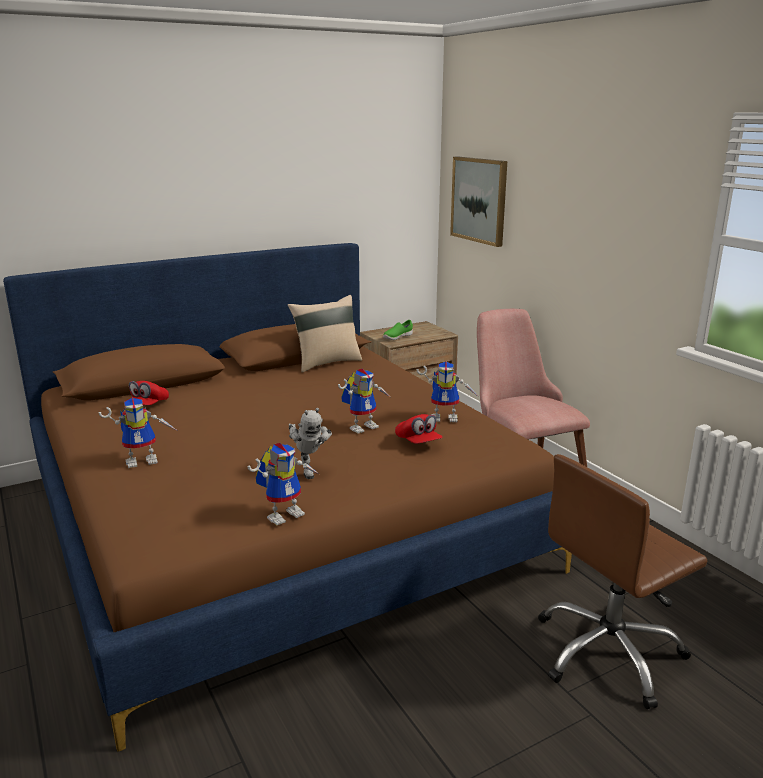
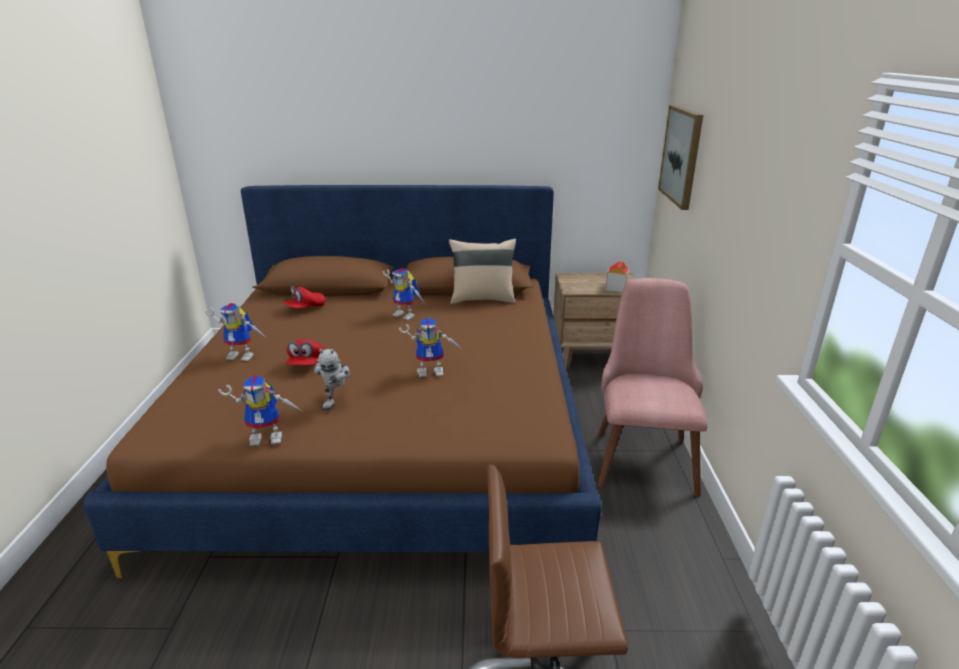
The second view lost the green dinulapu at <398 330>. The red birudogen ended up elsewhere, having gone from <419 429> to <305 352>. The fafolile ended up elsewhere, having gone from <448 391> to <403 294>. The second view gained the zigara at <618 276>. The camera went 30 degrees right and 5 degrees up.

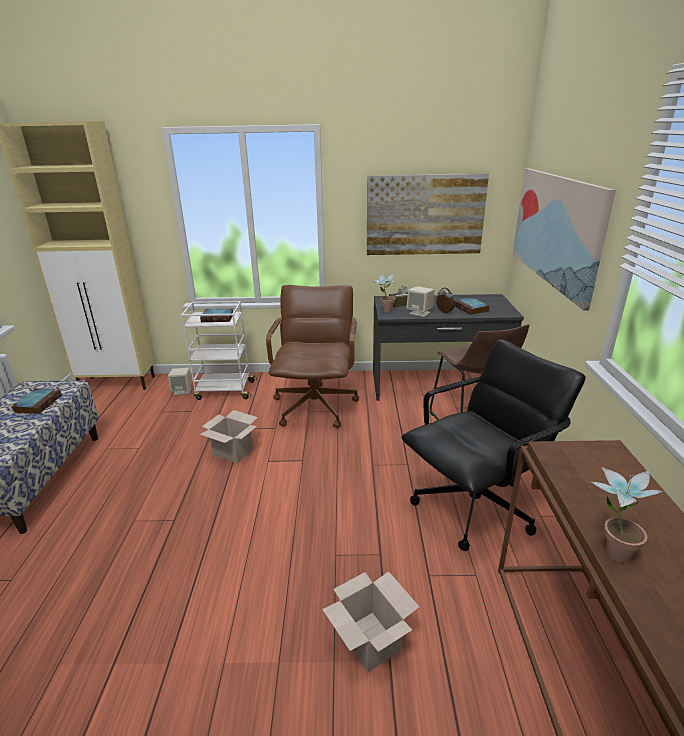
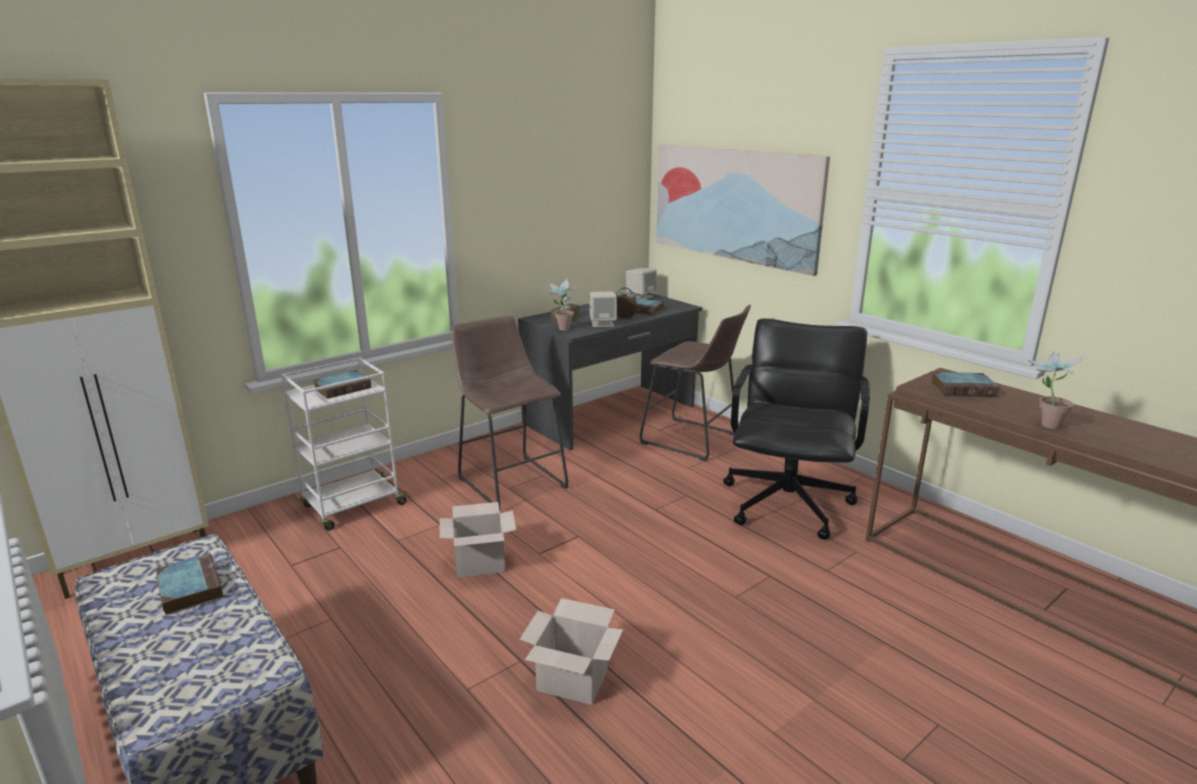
The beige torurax ended up elsewhere, having gone from <180 381> to <641 283>. Where the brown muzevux stood at <312 356>, the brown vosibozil came to stand at <510 412>. The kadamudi ended up elsewhere, having gone from <370 622> to <571 651>. The second view lost the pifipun at <428 214>. The second view gained the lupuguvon at <964 384>. The camera went 40 degrees left and 5 degrees down.

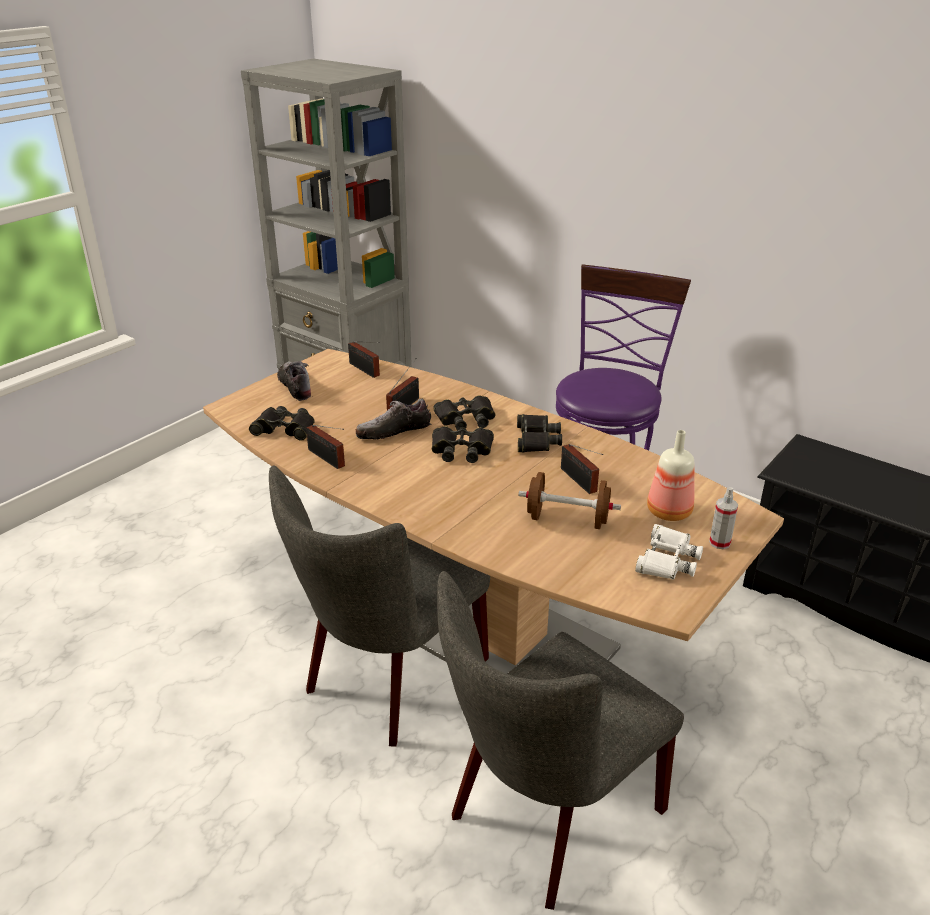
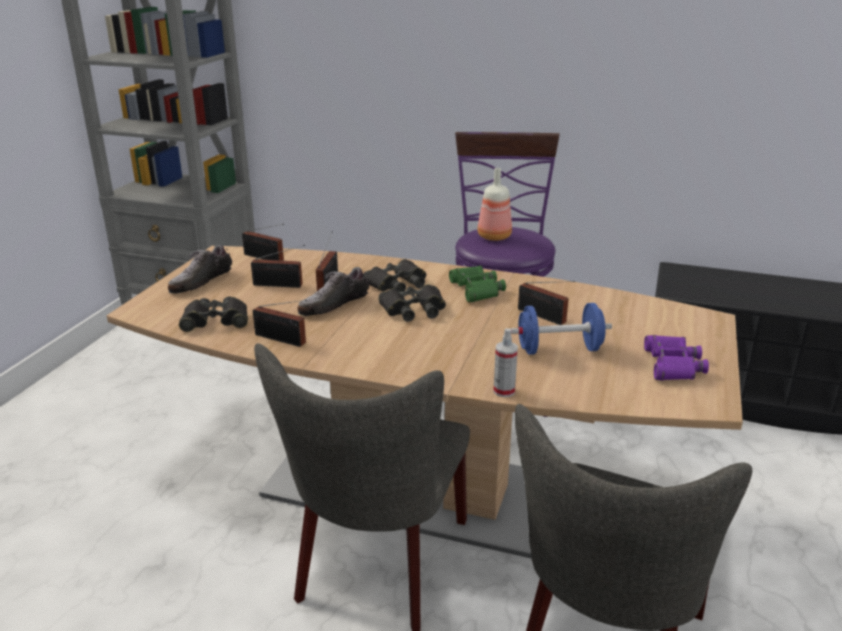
The dinulapu at <294 381> ended up facing another way, 105 degrees counterclockwise from before. What was the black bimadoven at <539 433> turned into the green bimadoven at <477 284>. What was the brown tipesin at <570 500> turned into the blue tipesin at <561 329>. What was the white bimadoven at <669 552> turned into the purple bimadoven at <676 357>. The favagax ended up elsewhere, having gone from <670 475> to <494 204>. The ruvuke ended up elsewhere, having gone from <723 518> to <505 362>. The second view gained the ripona at <278 266>. The camera went 20 degrees left and 5 degrees down.

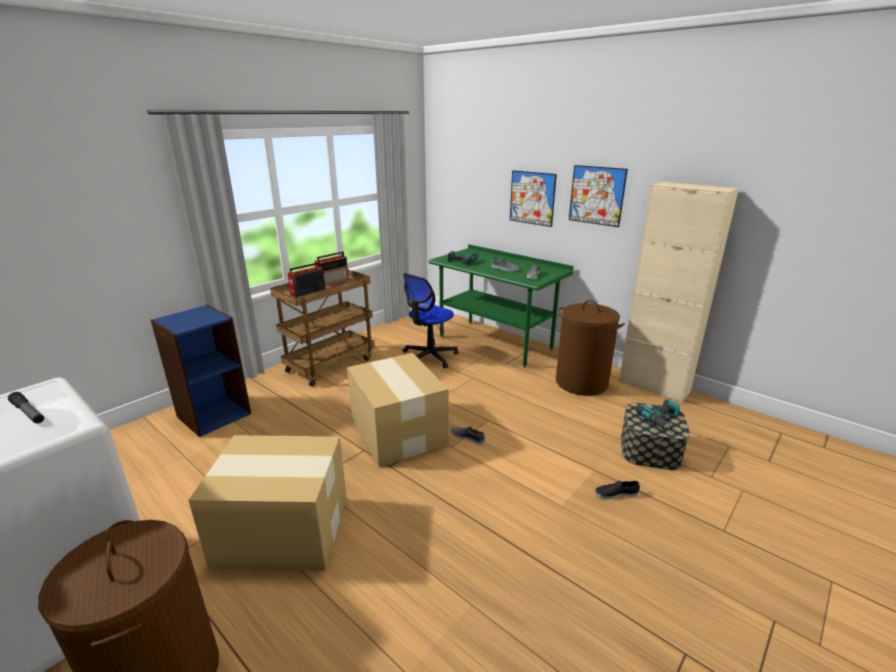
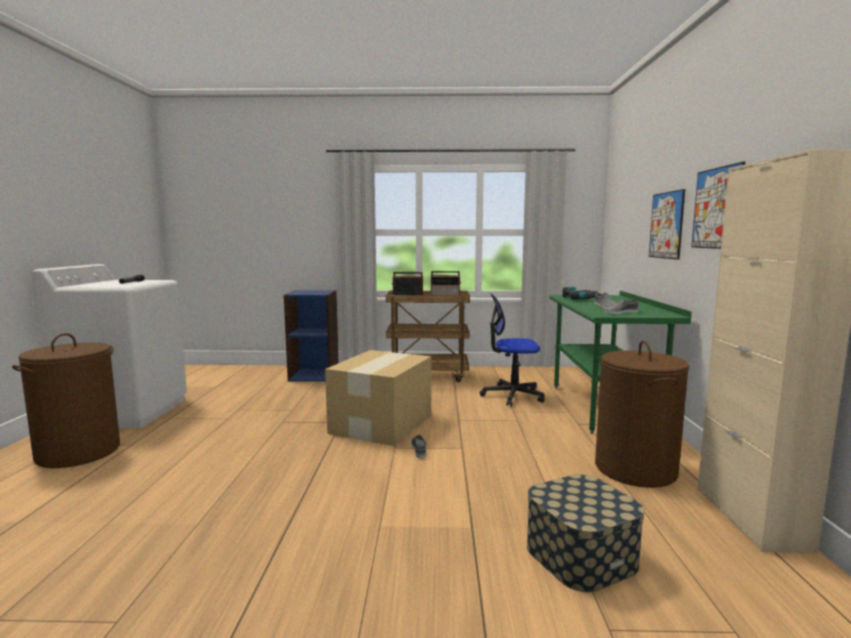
The second view lost the kadamudi at <267 503>. The second view lost the black dinulapu at <617 490>. The second view lost the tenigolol at <658 414>. The camera went 50 degrees right and 15 degrees down.

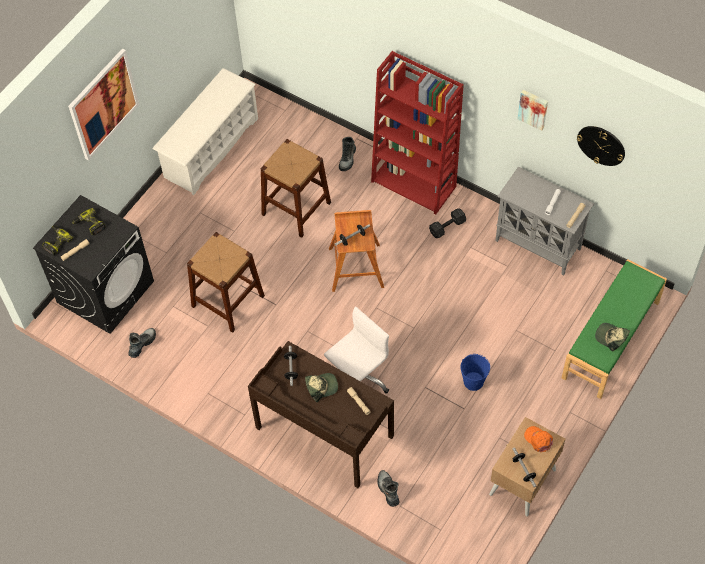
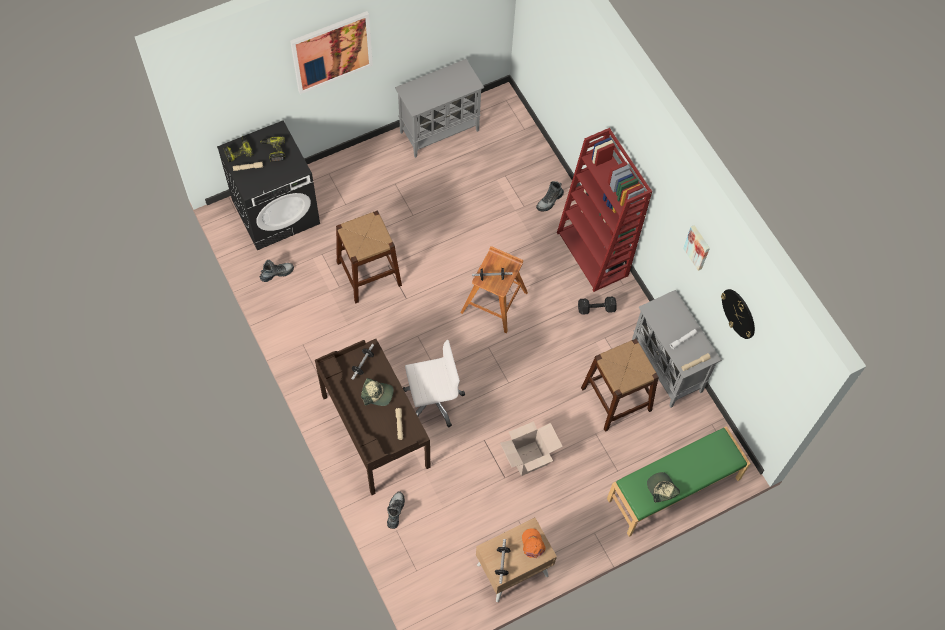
Where the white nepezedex stood at <205 132>, the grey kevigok came to stand at <439 108>. The brown vosibozil ended up elsewhere, having gone from <296 188> to <620 385>. Where the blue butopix stood at <475 372>, the kadamudi came to stand at <531 448>. The camera went 25 degrees right and 5 degrees up.

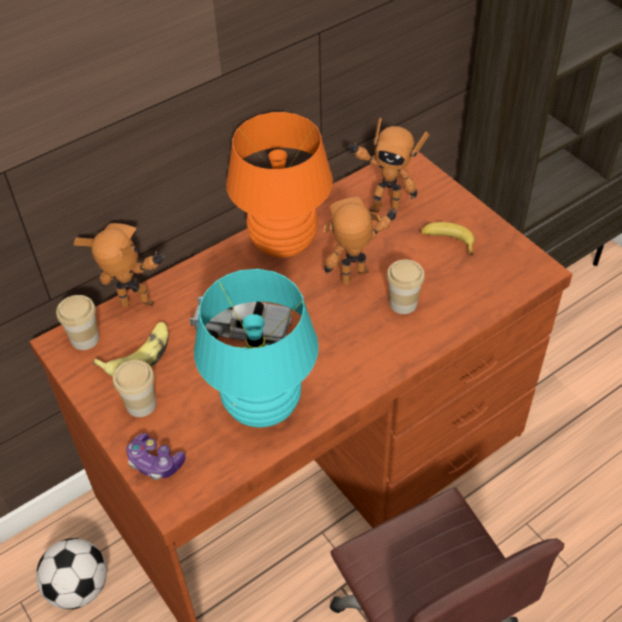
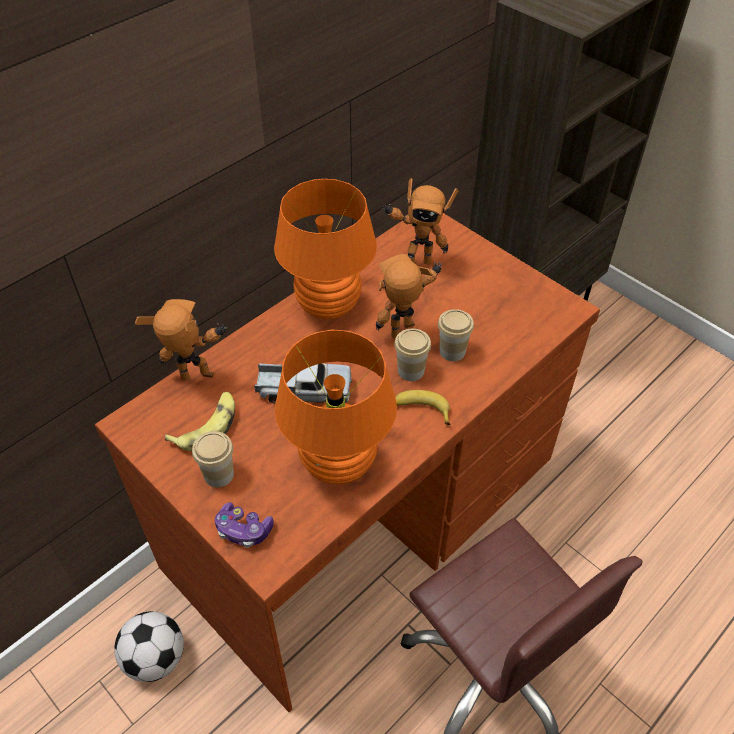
The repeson ended up elsewhere, having gone from <77 322> to <412 355>. What was the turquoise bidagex at <256 348> turned into the orange bidagex at <336 407>. The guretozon ended up elsewhere, having gone from <447 238> to <422 407>. The camera went 10 degrees left and 0 degrees up.

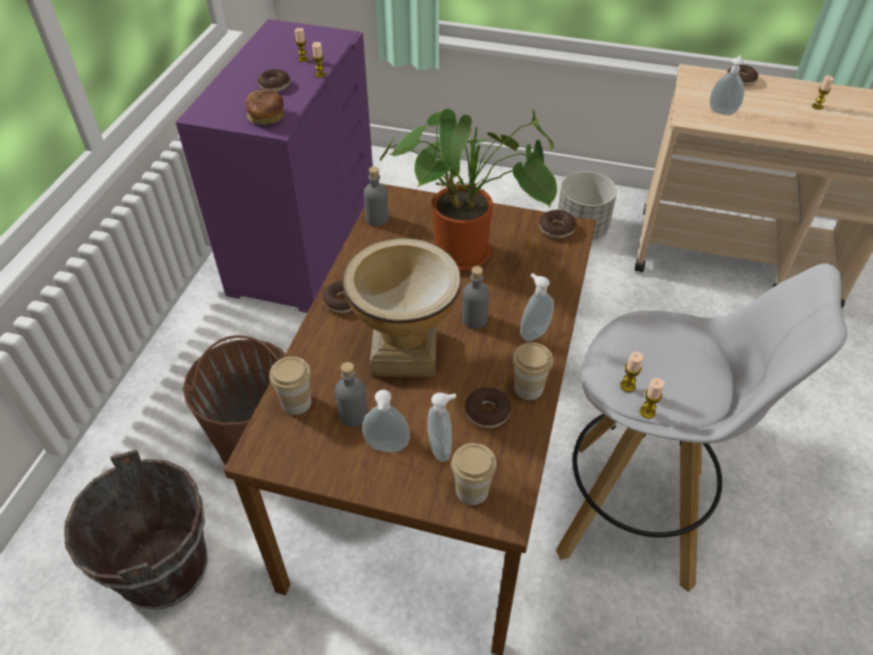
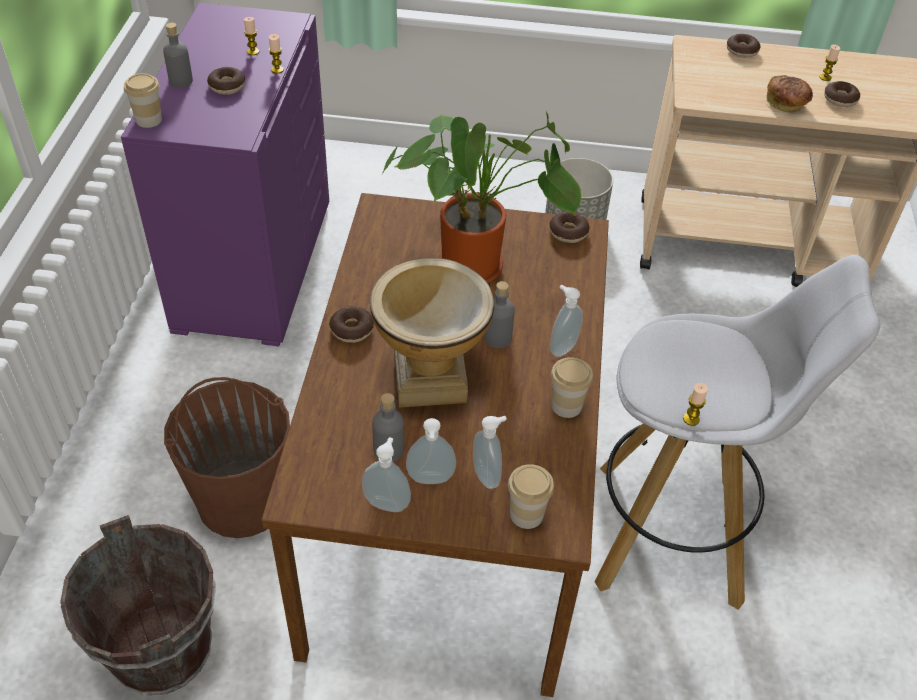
The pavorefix ended up elsewhere, having gone from <264 107> to <789 93>. The repeson ended up elsewhere, having gone from <290 386> to <143 100>. The grey favagax ended up elsewhere, having gone from <376 196> to <178 55>. The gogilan ended up elsewhere, having gone from <488 408> to <842 94>. The second view lost the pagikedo at <631 372>. The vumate ended up elsewhere, having gone from <727 85> to <386 474>. The camera went 10 degrees left and 0 degrees up.

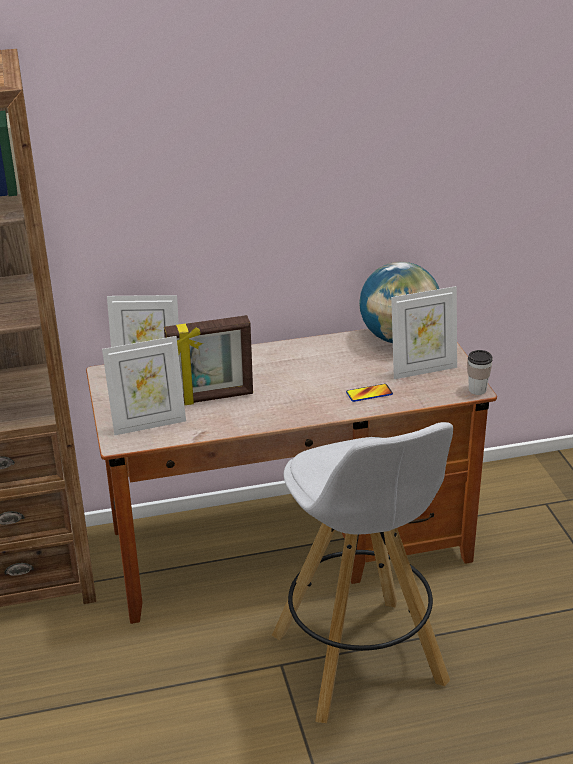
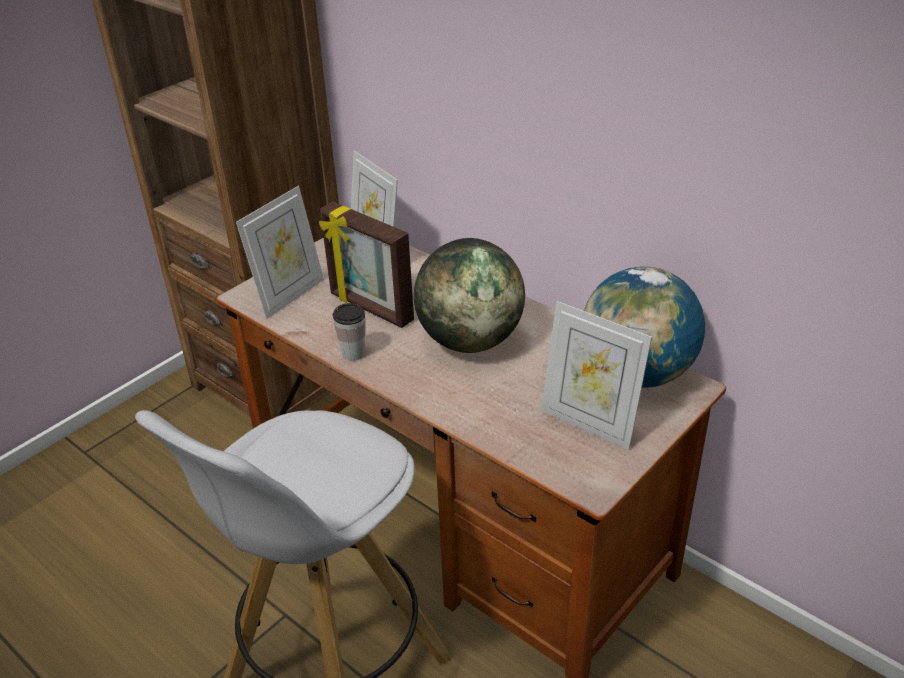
The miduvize at <144 385> ended up facing another way, 90 degrees counterclockwise from before. The second view lost the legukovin at <369 393>. The repeson ended up elsewhere, having gone from <480 372> to <349 332>. The second view gained the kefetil at <469 295>. The camera went 55 degrees right and 5 degrees up.

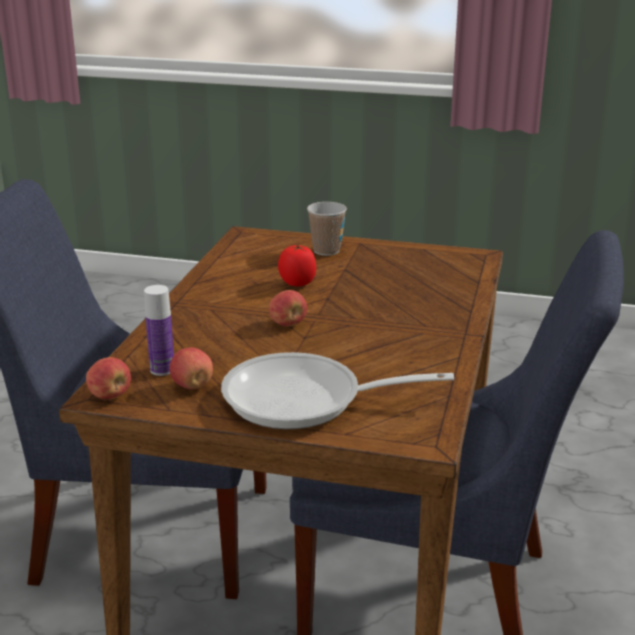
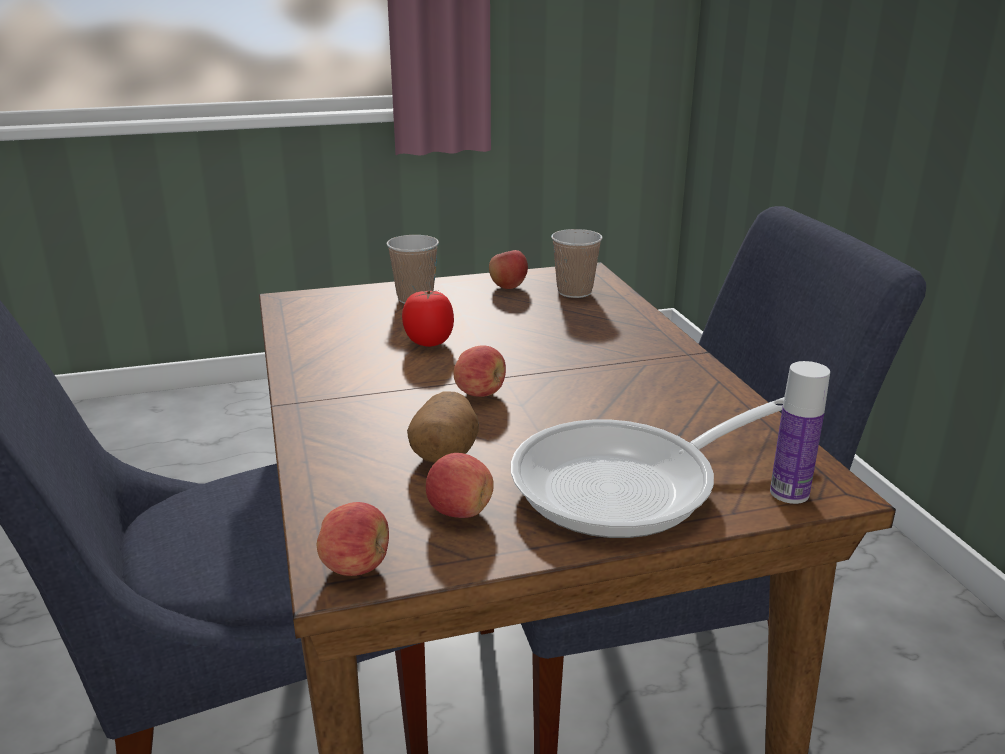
The favagax ended up elsewhere, having gone from <159 330> to <800 432>. The second view gained the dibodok at <443 427>. The second view gained the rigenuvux at <508 269>. The second view gained the repeson at <577 263>. The camera went 30 degrees left and 0 degrees up.

